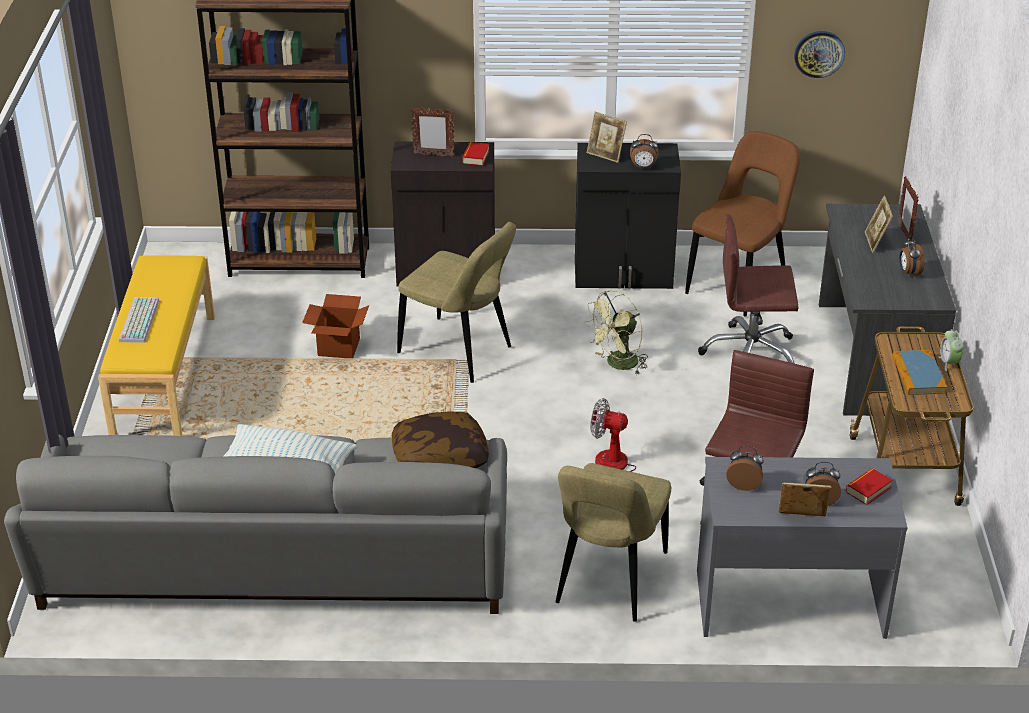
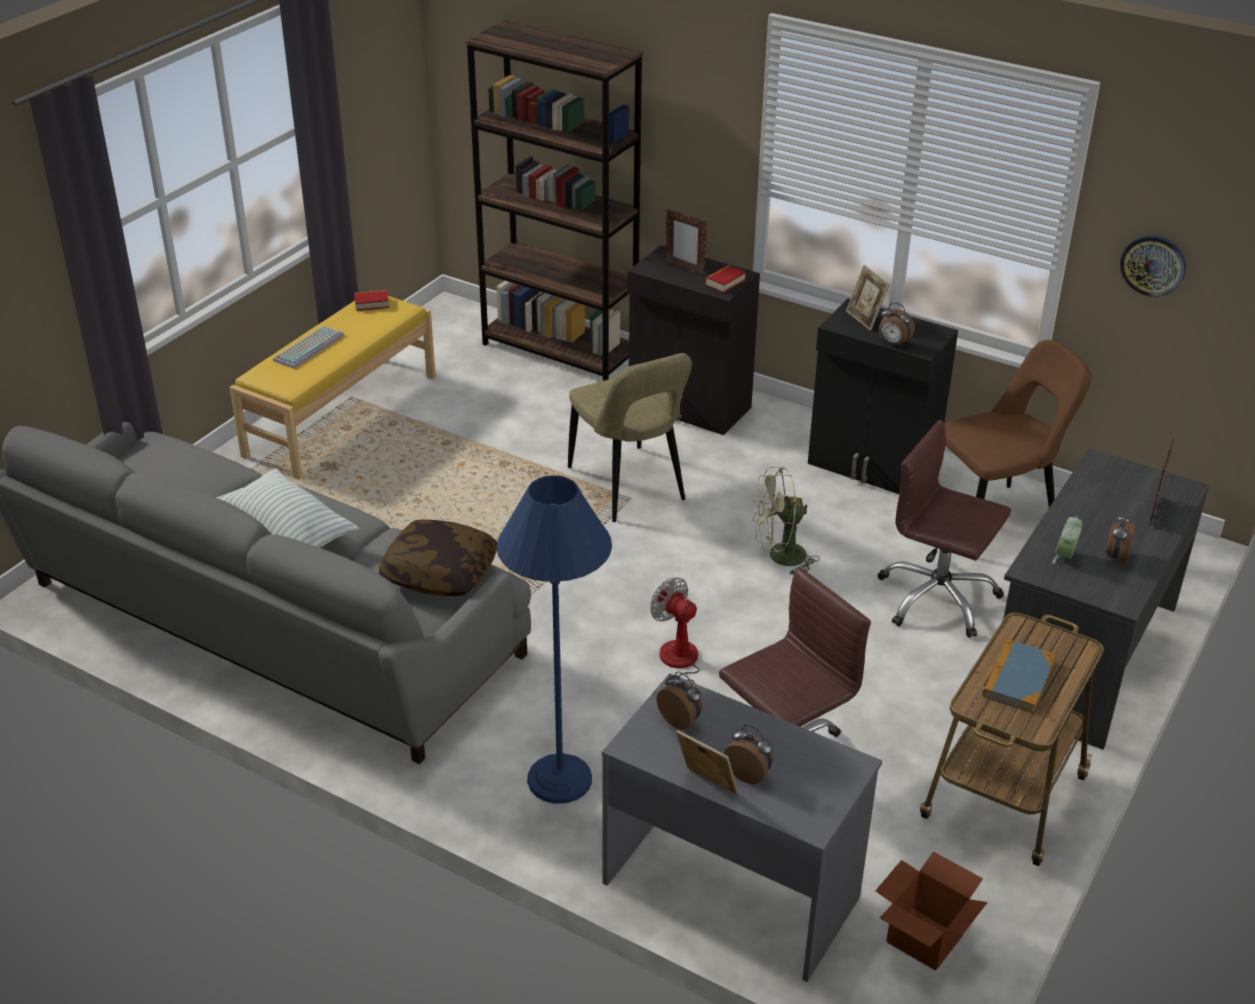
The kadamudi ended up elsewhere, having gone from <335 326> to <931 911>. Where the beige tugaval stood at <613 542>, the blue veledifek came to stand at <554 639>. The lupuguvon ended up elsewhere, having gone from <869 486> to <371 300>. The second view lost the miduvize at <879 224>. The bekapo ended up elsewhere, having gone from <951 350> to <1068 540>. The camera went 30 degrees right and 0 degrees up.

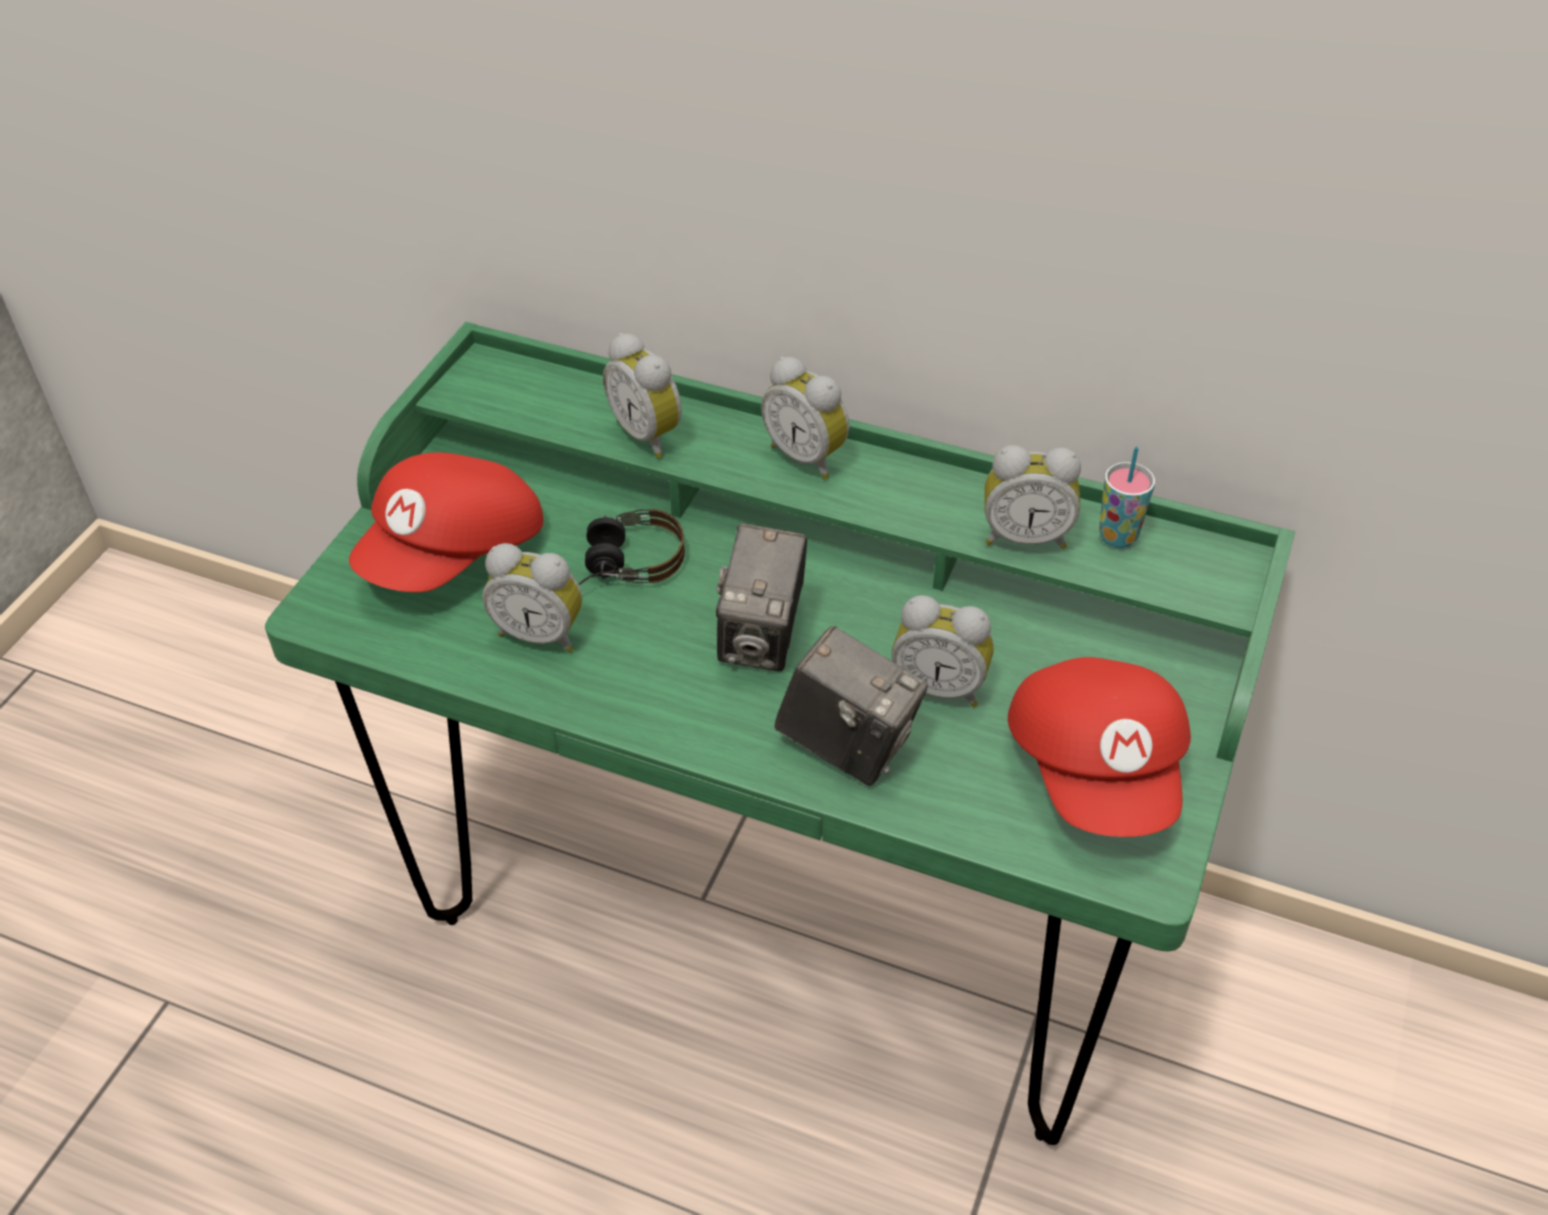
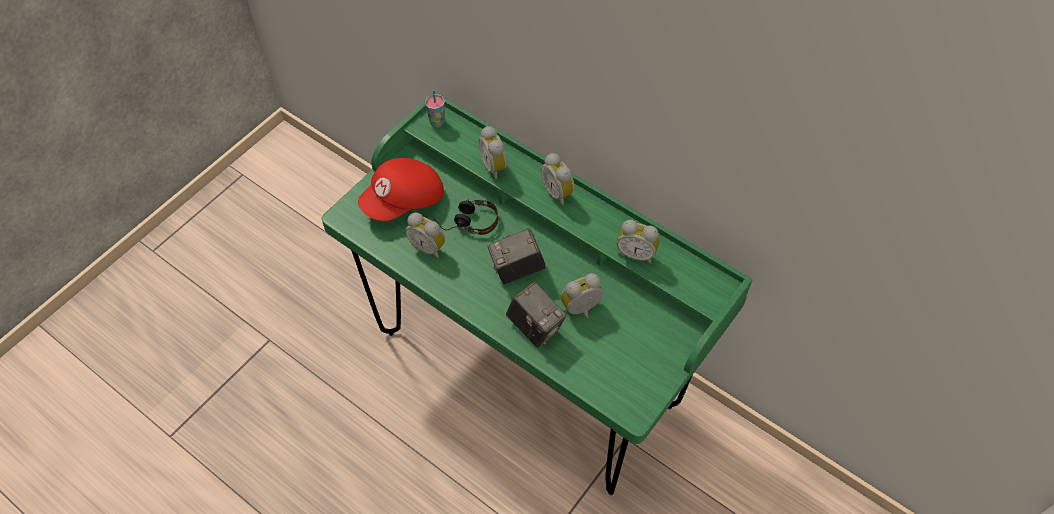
The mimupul at <761 597> ended up facing another way, 45 degrees clockwise from before. The bekapo at <943 651> ended up facing another way, 120 degrees clockwise from before. The second view lost the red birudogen at <1099 747>. The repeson ended up elsewhere, having gone from <1127 497> to <435 109>. The camera went 15 degrees right and 10 degrees up.

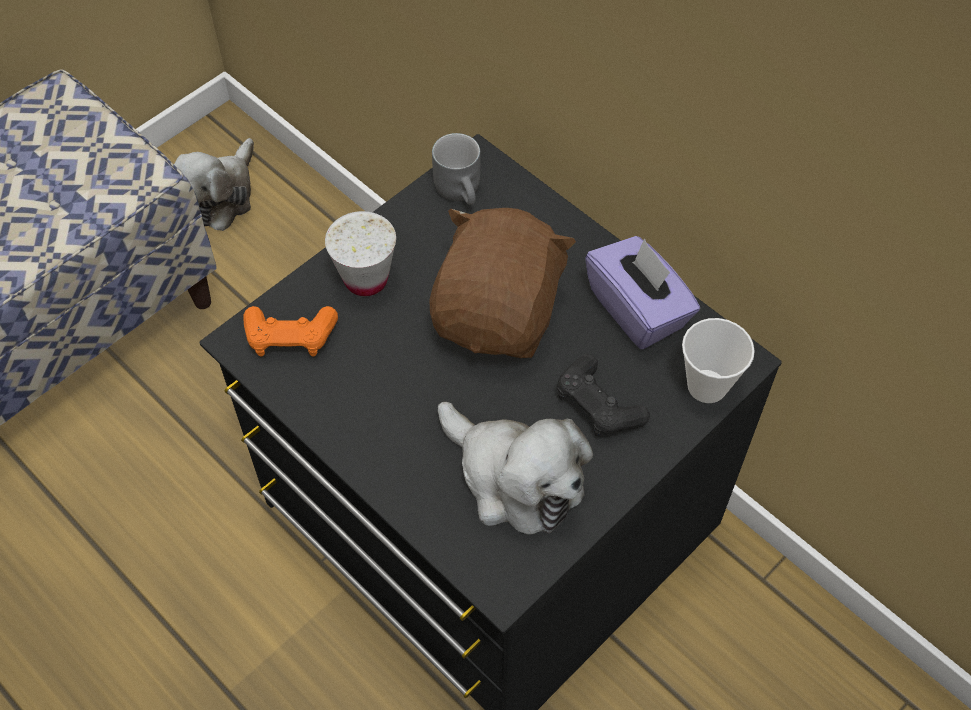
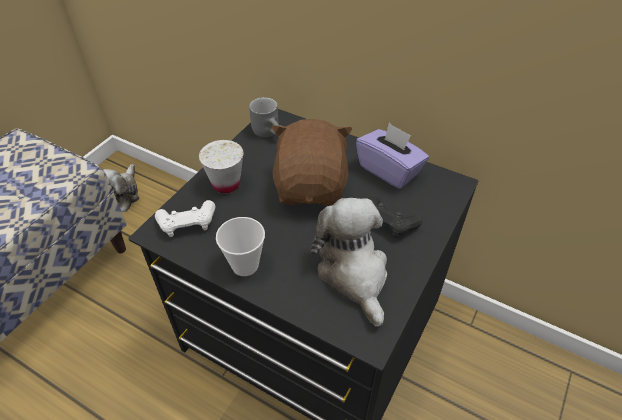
What was the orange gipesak at <290 331> turned into the white gipesak at <185 218>. The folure at <515 468> ended up facing another way, 135 degrees counterclockwise from before. The repeson ended up elsewhere, having gone from <718 360> to <240 246>. The camera went 15 degrees left and 10 degrees down.

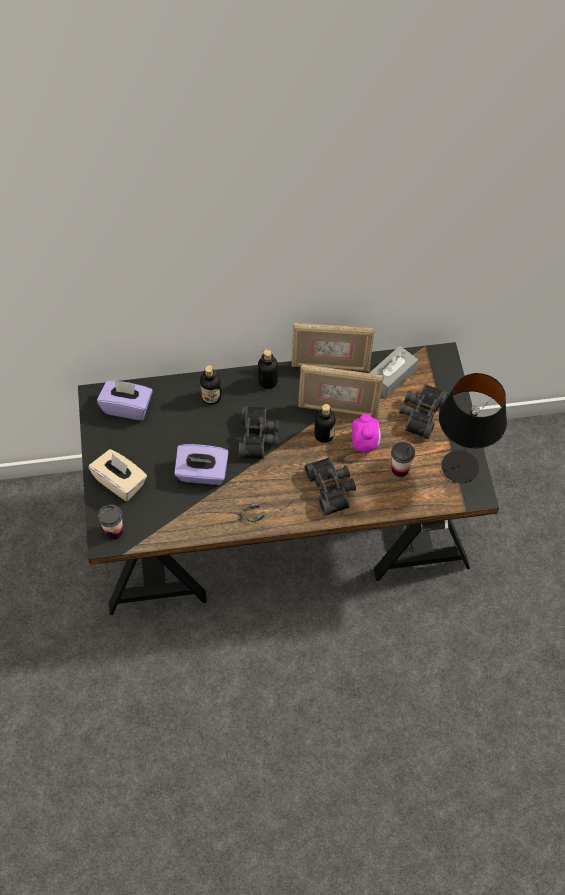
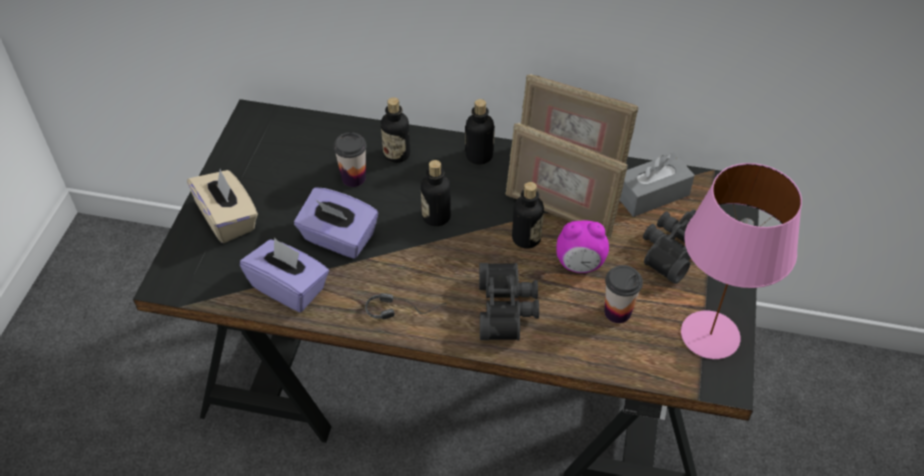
The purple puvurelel ended up elsewhere, having gone from <125 400> to <284 274>. The repeson ended up elsewhere, having gone from <110 522> to <350 159>. Where the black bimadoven stood at <259 432>, the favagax came to stand at <436 193>. The bekapo at <366 434> ended up facing another way, 75 degrees clockwise from before. What was the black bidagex at <473 428> turned into the pink bidagex at <741 261>. The camera went 20 degrees right and 10 degrees down.

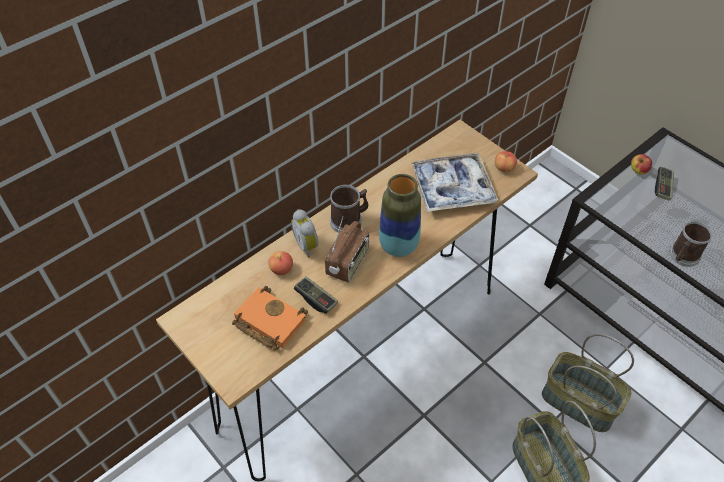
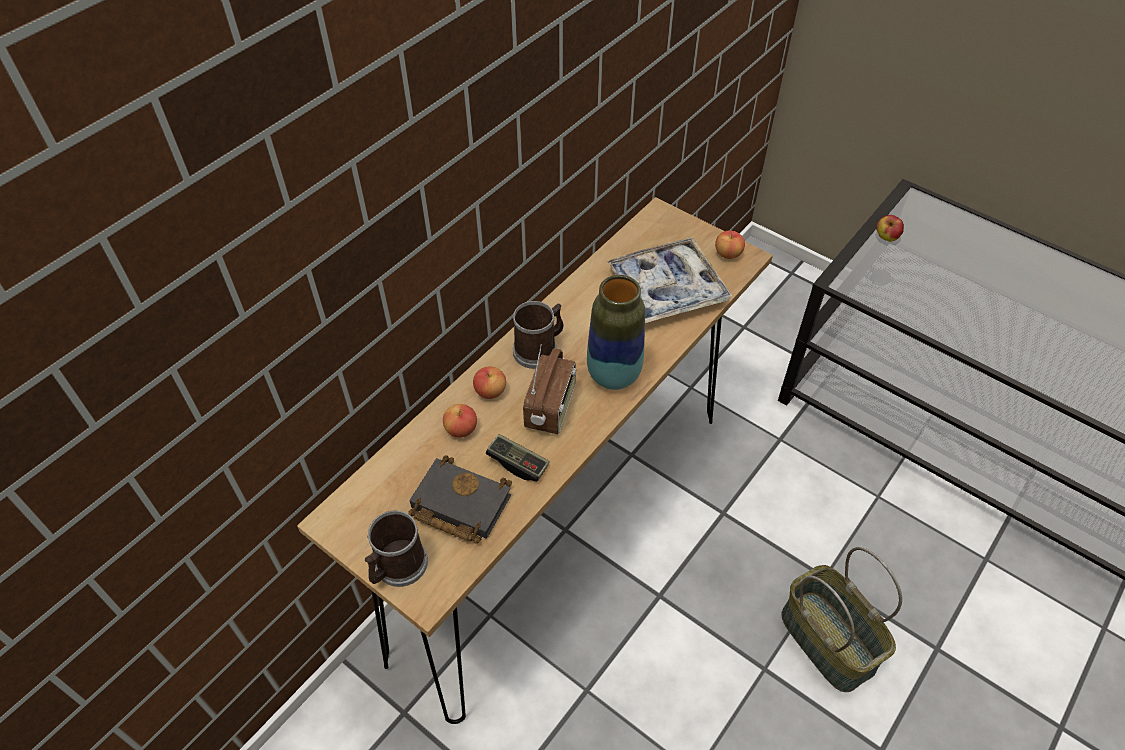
What was the orange lupuguvon at <270 318> turned into the black lupuguvon at <460 499>. Where the bekapo stood at <304 233>, the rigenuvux came to stand at <489 383>. The second view lost the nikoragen at <588 383>. The second view lost the gipesak at <664 183>. The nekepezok ended up elsewhere, having gone from <690 244> to <396 549>. The camera went 10 degrees left and 0 degrees up.

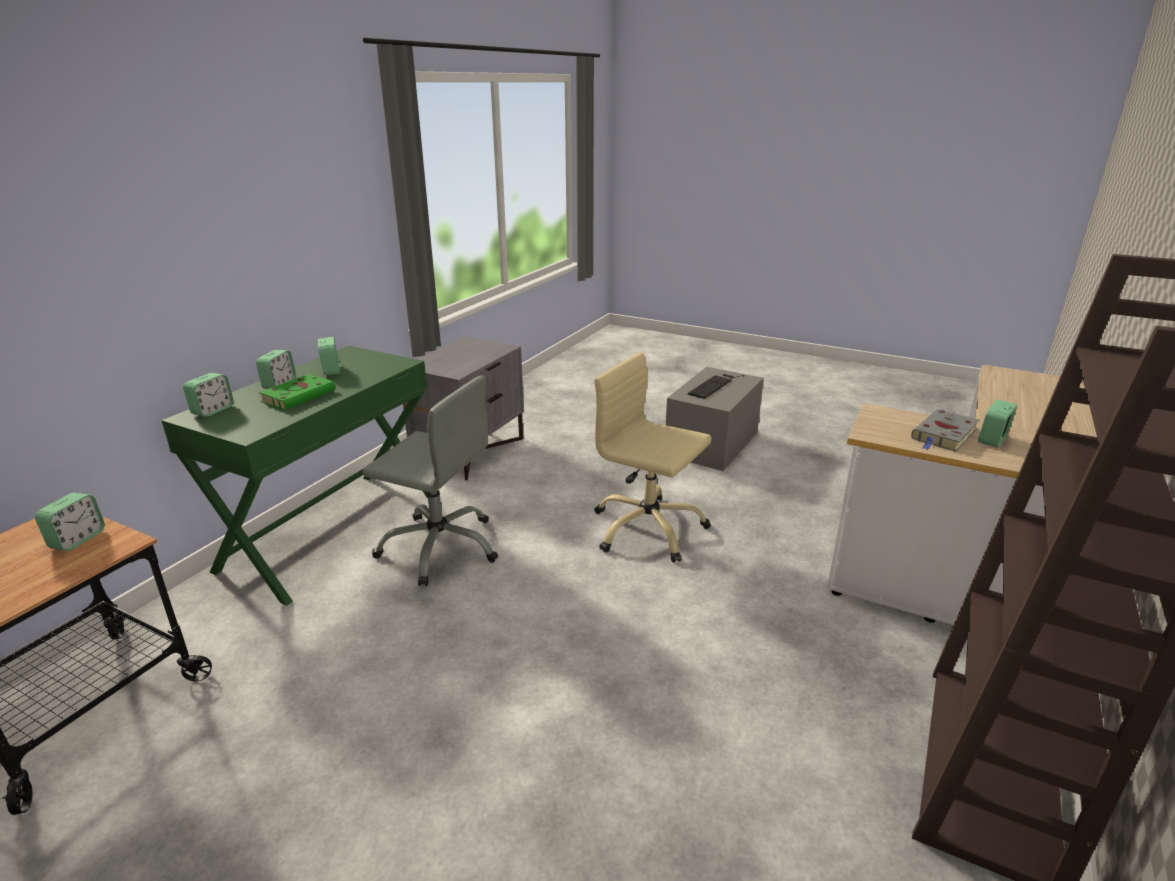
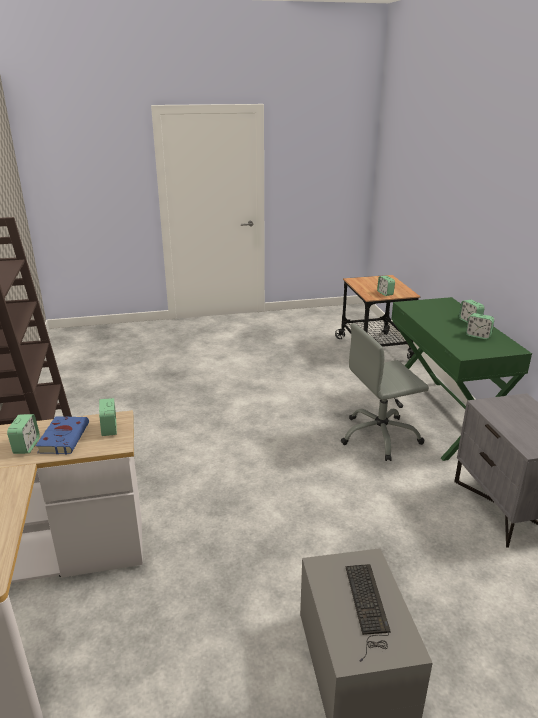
The bekapo ended up elsewhere, having gone from <208 395> to <108 417>. The second view lost the green lupuguvon at <297 392>. The second view lost the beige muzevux at <653 457>. What was the grey lupuguvon at <945 430> turned into the blue lupuguvon at <62 435>. The camera went 140 degrees right and 0 degrees up.

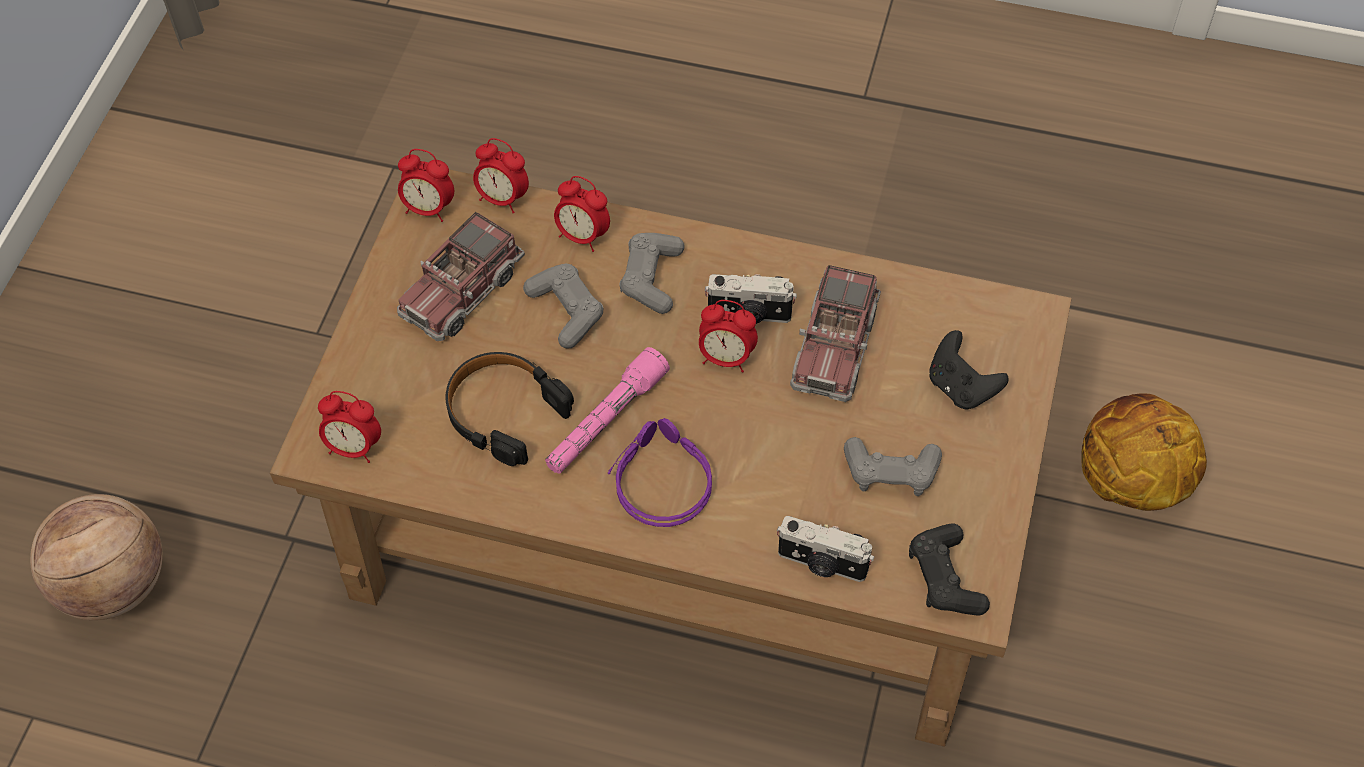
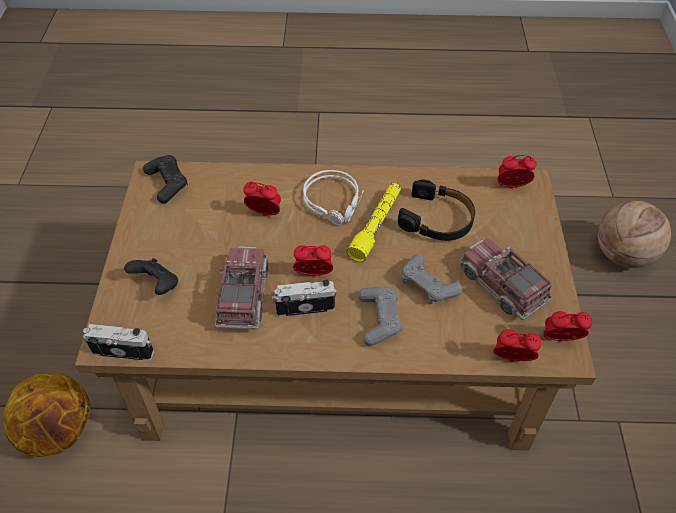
The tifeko at <461 276> ended up facing another way, 60 degrees counterclockwise from before. What was the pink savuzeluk at <607 410> turned into the yellow savuzeluk at <374 222>. The bekapo ended up elsewhere, having gone from <582 214> to <262 199>. What was the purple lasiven at <660 472> turned into the grey lasiven at <333 197>. The mimupul ended up elsewhere, having gone from <825 549> to <118 342>. The second view lost the grey gipesak at <893 466>. The camera went 165 degrees right and 5 degrees down.

